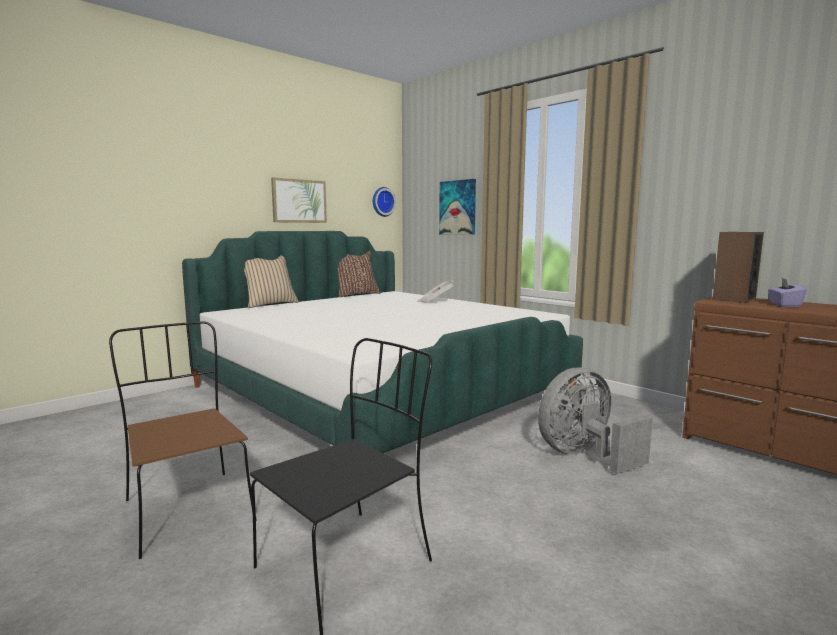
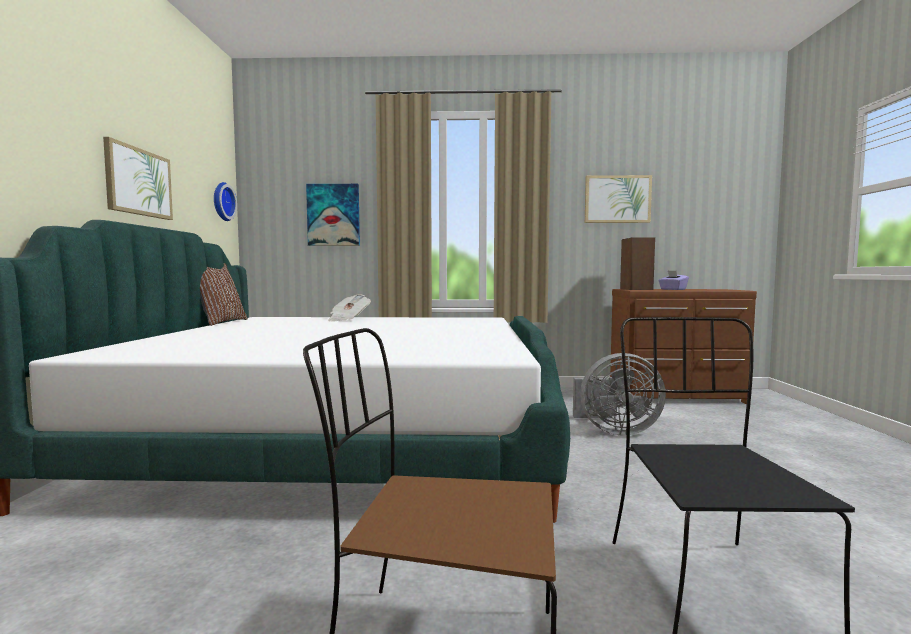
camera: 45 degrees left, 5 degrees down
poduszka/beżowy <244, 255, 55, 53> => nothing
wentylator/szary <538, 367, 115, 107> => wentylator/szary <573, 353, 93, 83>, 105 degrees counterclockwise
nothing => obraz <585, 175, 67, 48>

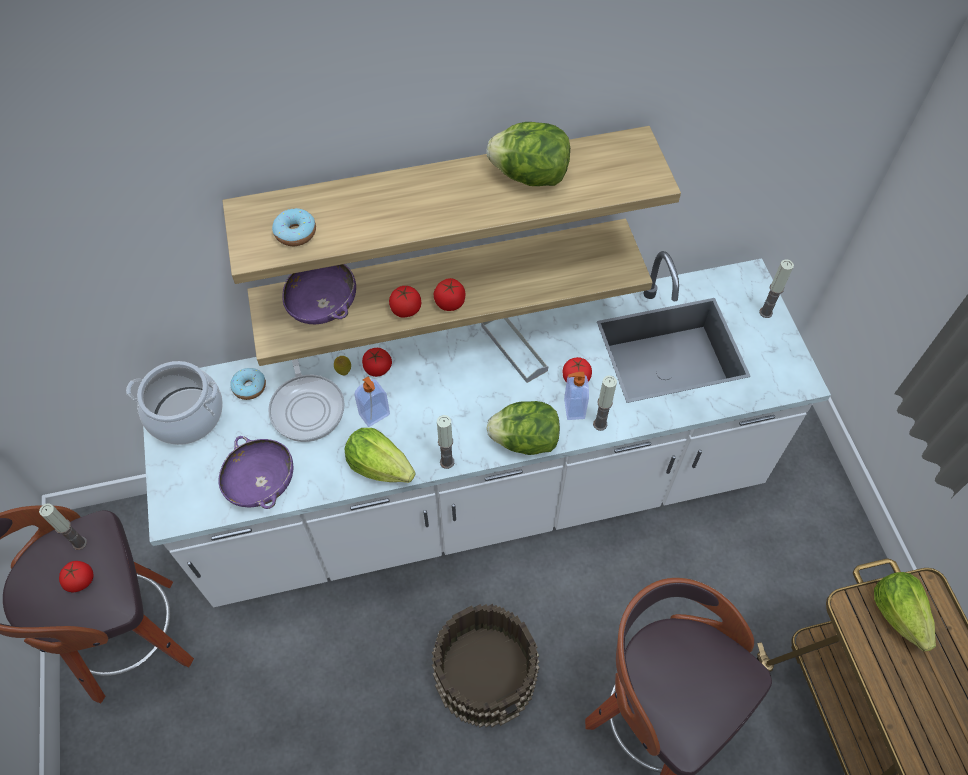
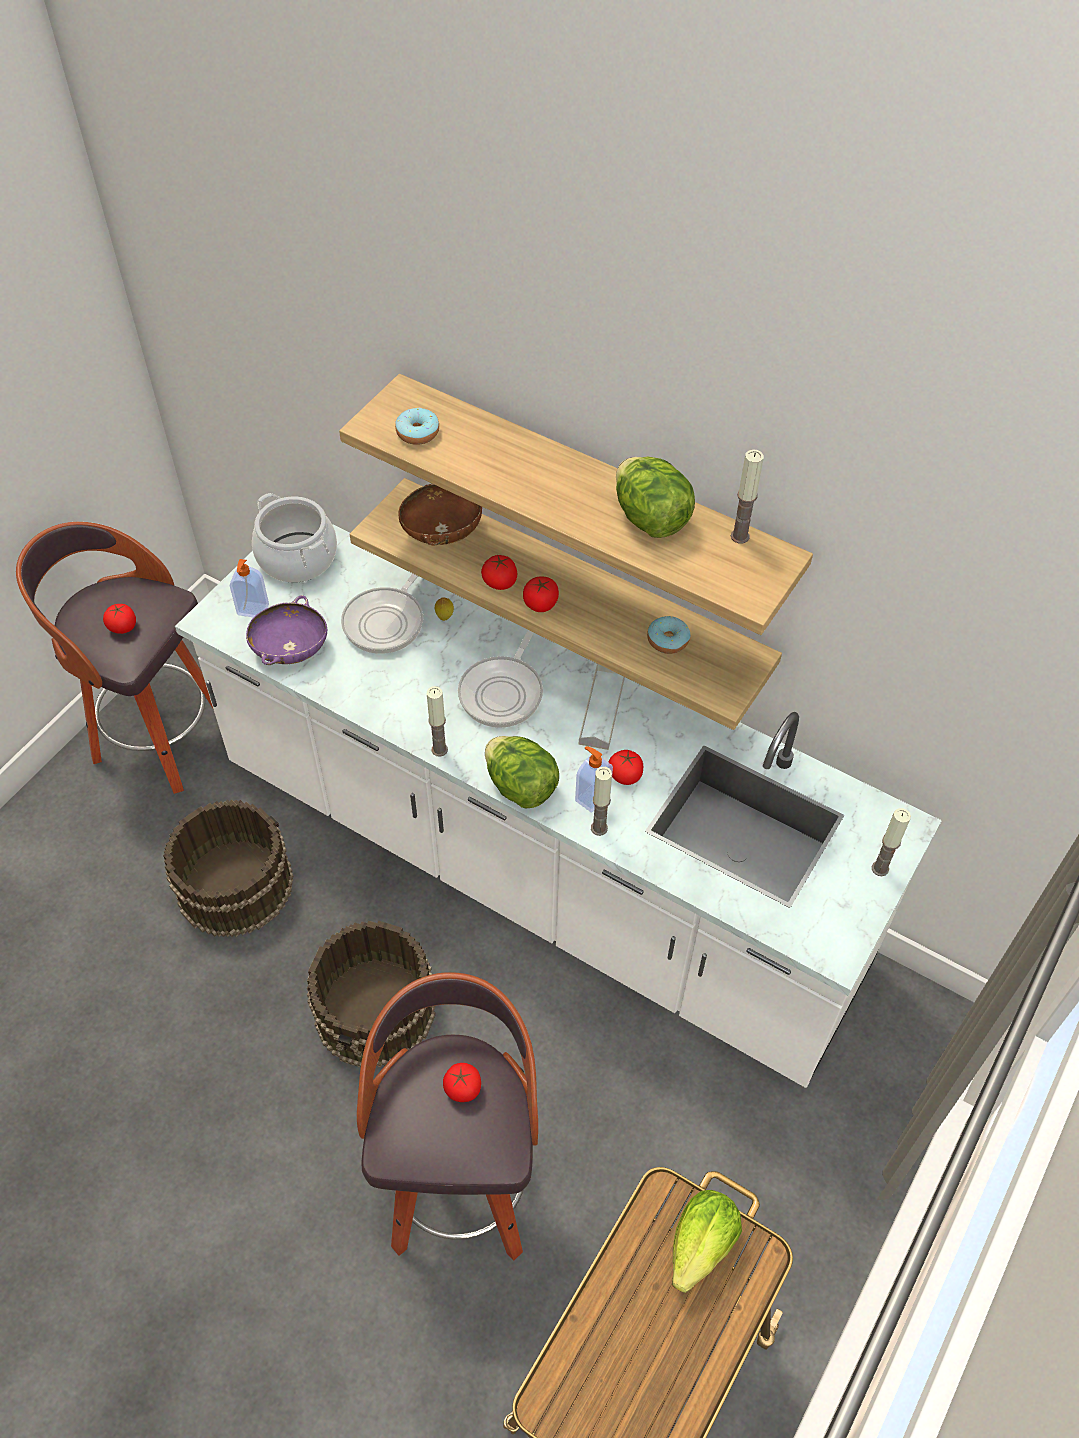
camera: 45 degrees right, 5 degrees down
świeca <39, 503, 48, 47> => świeca <731, 449, 33, 94>, move
donut <230, 368, 36, 32> => donut <647, 616, 44, 38>, move
miska/fioletowy <282, 264, 74, 60> => miska/brązowy <398, 484, 84, 62>
sałata <345, 428, 71, 55> => nothing
dozownik mydła <354, 376, 36, 51> => dozownik mydła <230, 559, 39, 58>, move
pomidor <362, 348, 30, 29> => pomidor <443, 1063, 38, 39>, move
nothing => wiadro/brązowy <163, 800, 131, 137>
nothing => patelnia <458, 630, 85, 98>

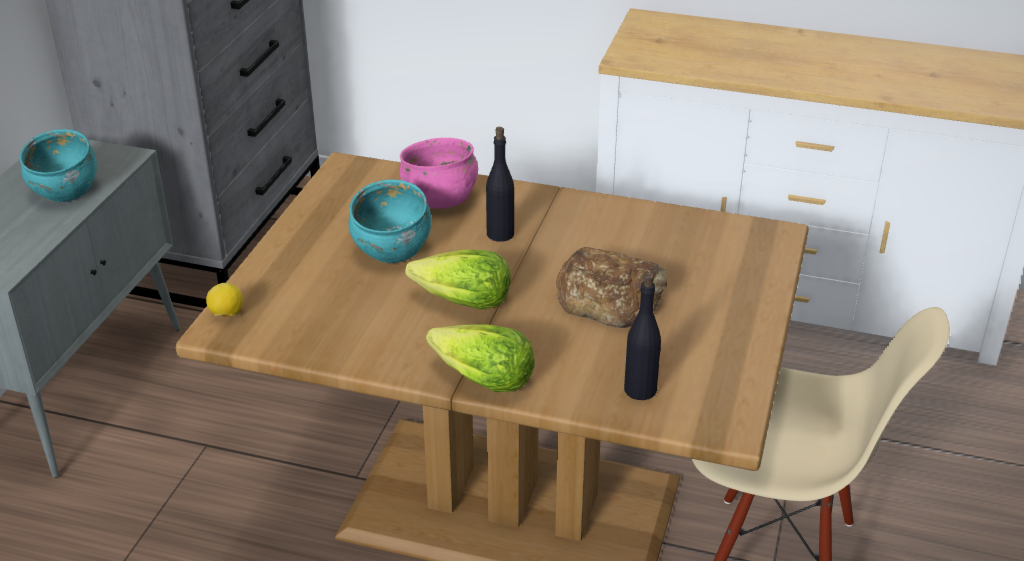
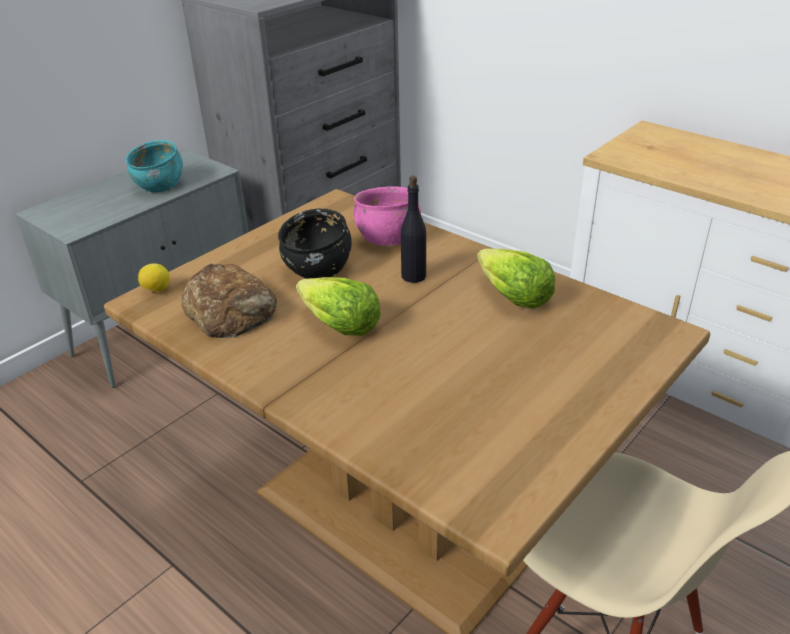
camera: 25 degrees right, 0 degrees up
miska/turkusowy <348, 179, 83, 84> => miska/czarny <278, 208, 74, 71>
sałata <426, 325, 109, 67> => sałata <477, 248, 78, 61>, move
chleb <556, 247, 111, 81> => chleb <181, 264, 96, 74>, move
butelka/czarny <624, 272, 37, 128> => nothing

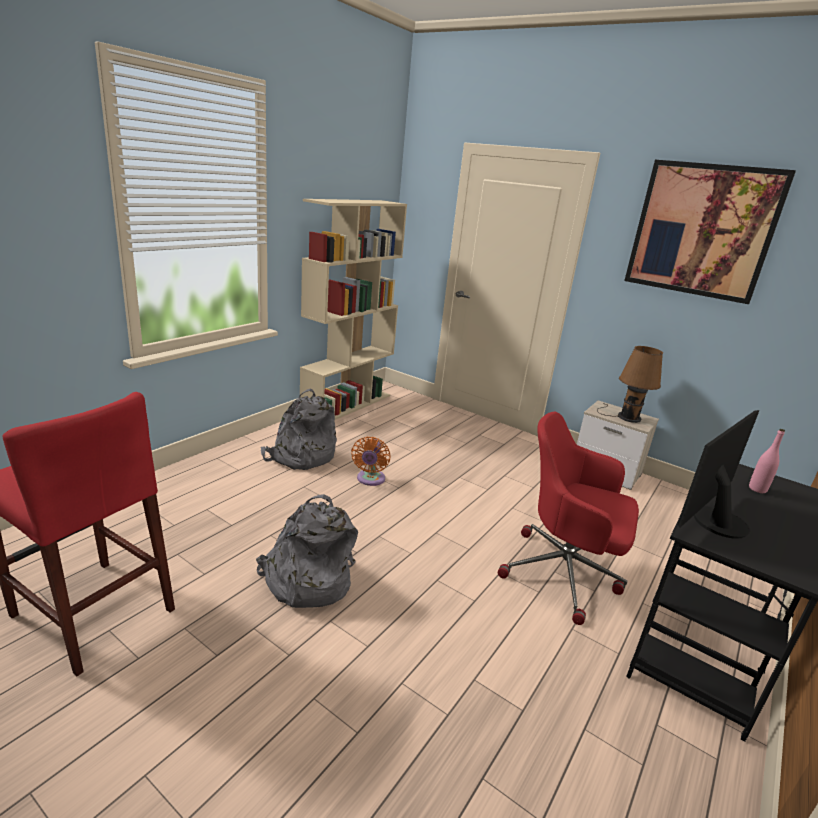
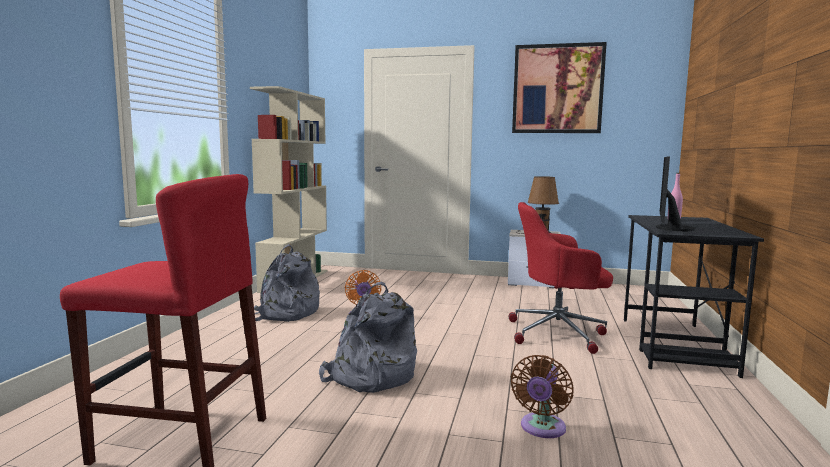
camera: 20 degrees left, 15 degrees down
nothing => wentylator/brązowy <511, 355, 63, 83>

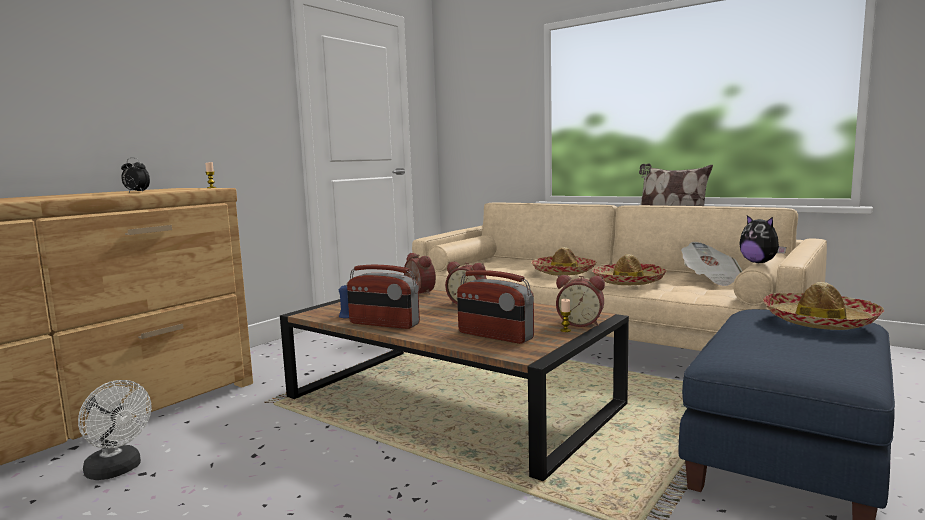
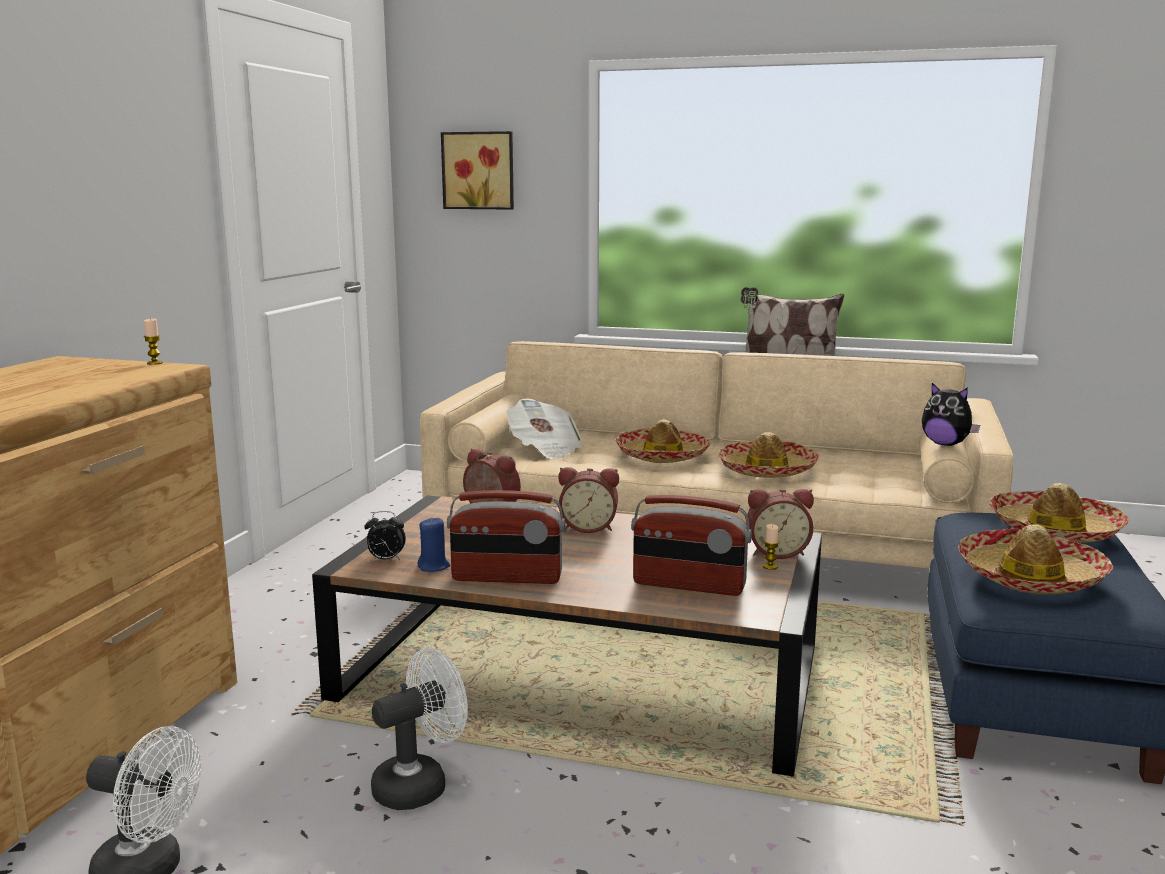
camera: 20 degrees left, 5 degrees up
budzik <121, 158, 29, 34> => budzik <364, 511, 42, 50>, move
gazeta <681, 242, 61, 44> => gazeta <506, 399, 77, 61>, move
nothing => wentylator/biały <371, 648, 97, 162>
nothing => obraz <441, 131, 73, 79>
nothing => kapelusz <958, 524, 155, 70>

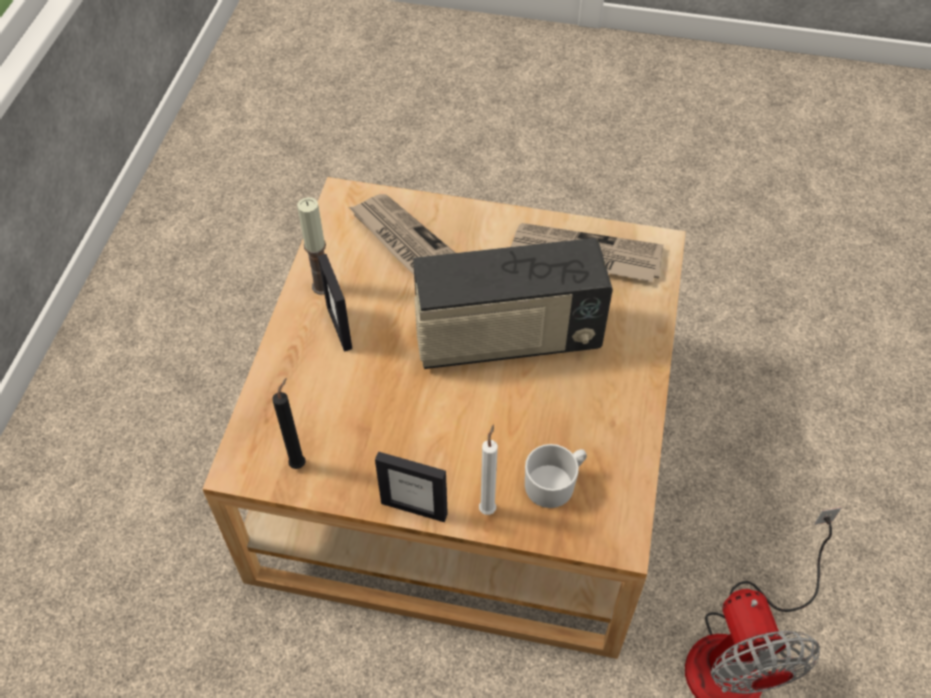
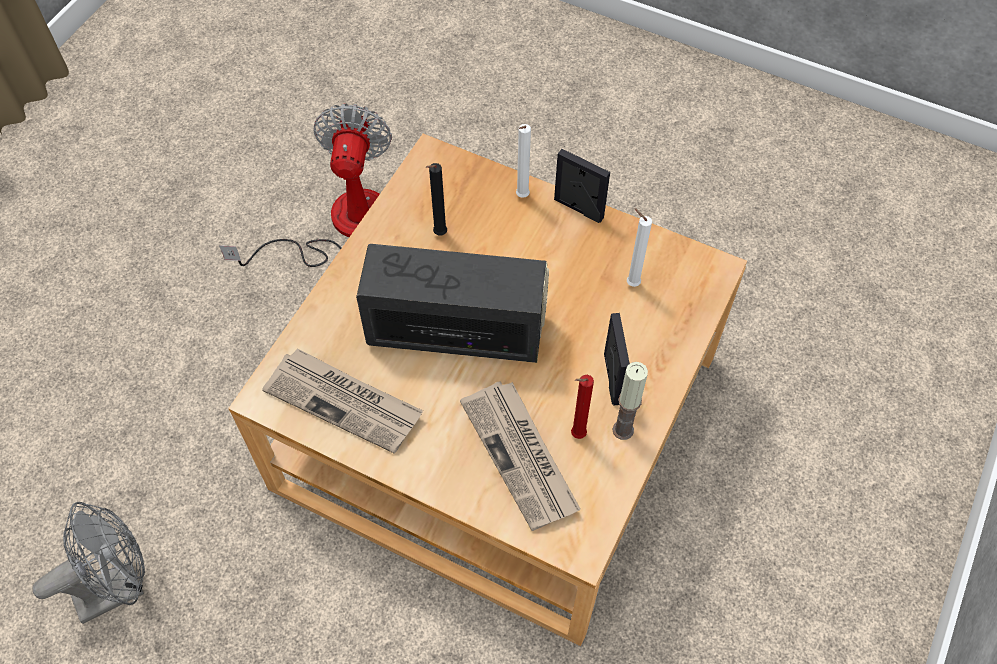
camera: 165 degrees left, 5 degrees up
świeca/czarny <272, 378, 34, 91> => świeca/czarny <425, 163, 22, 73>, move
kubek/biały <525, 444, 62, 64> => nothing
nothing => wentylator/szary <32, 502, 113, 122>
nothing => świeca/czerwony <571, 375, 23, 64>
nothing => świeca/biały <626, 208, 26, 79>

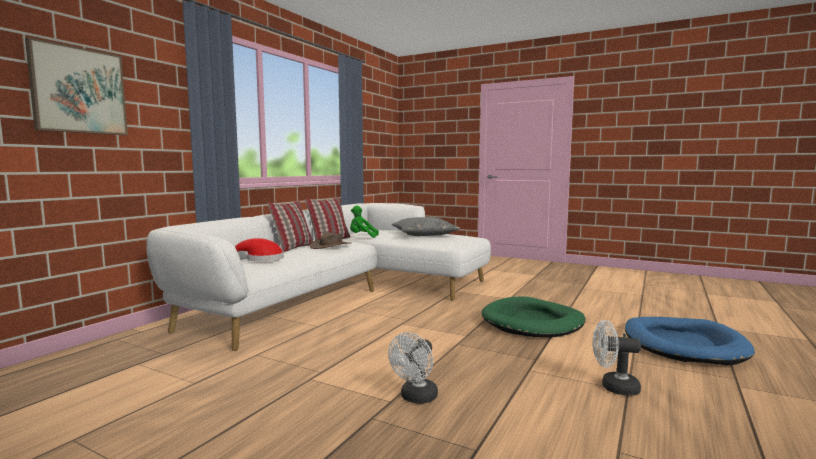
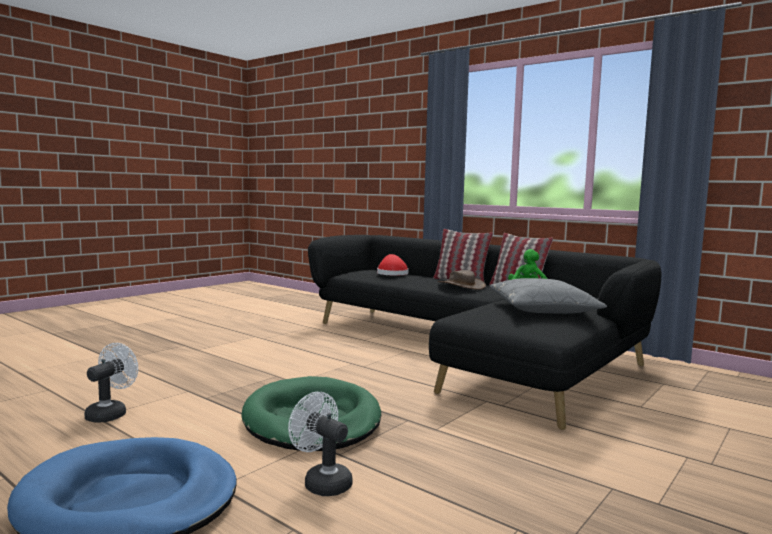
camera: 100 degrees right, 0 degrees up
obraz <25, 37, 103, 98> => nothing
kanapa/biały <147, 203, 344, 148> => kanapa/czarny <308, 235, 354, 195>
wentylator/biały <388, 332, 50, 72> => wentylator/biały <288, 392, 65, 104>, move

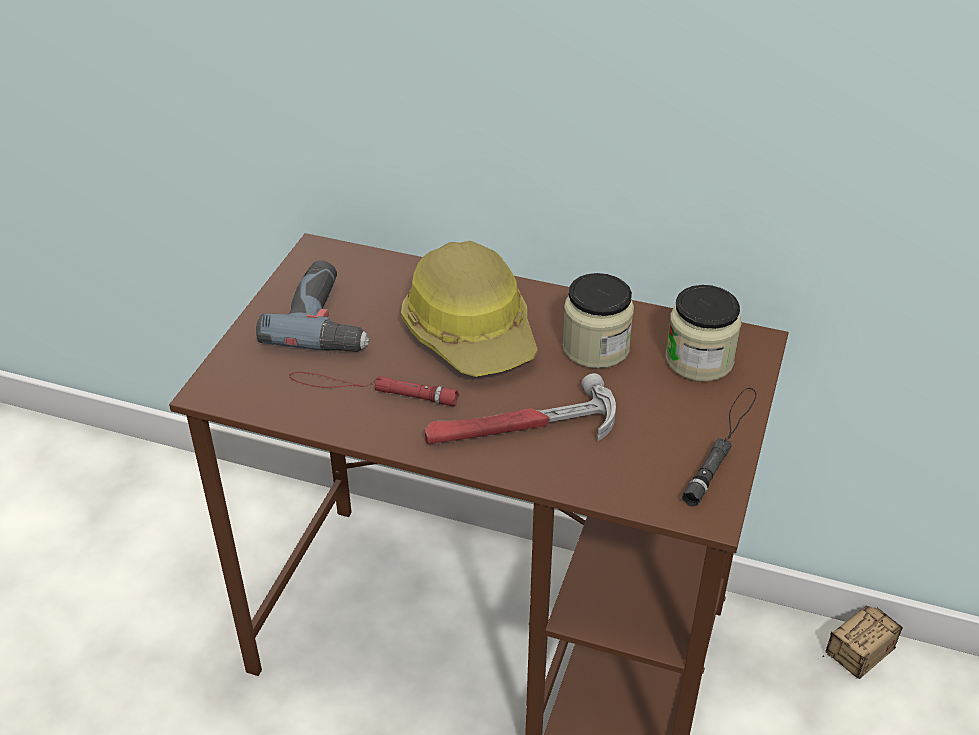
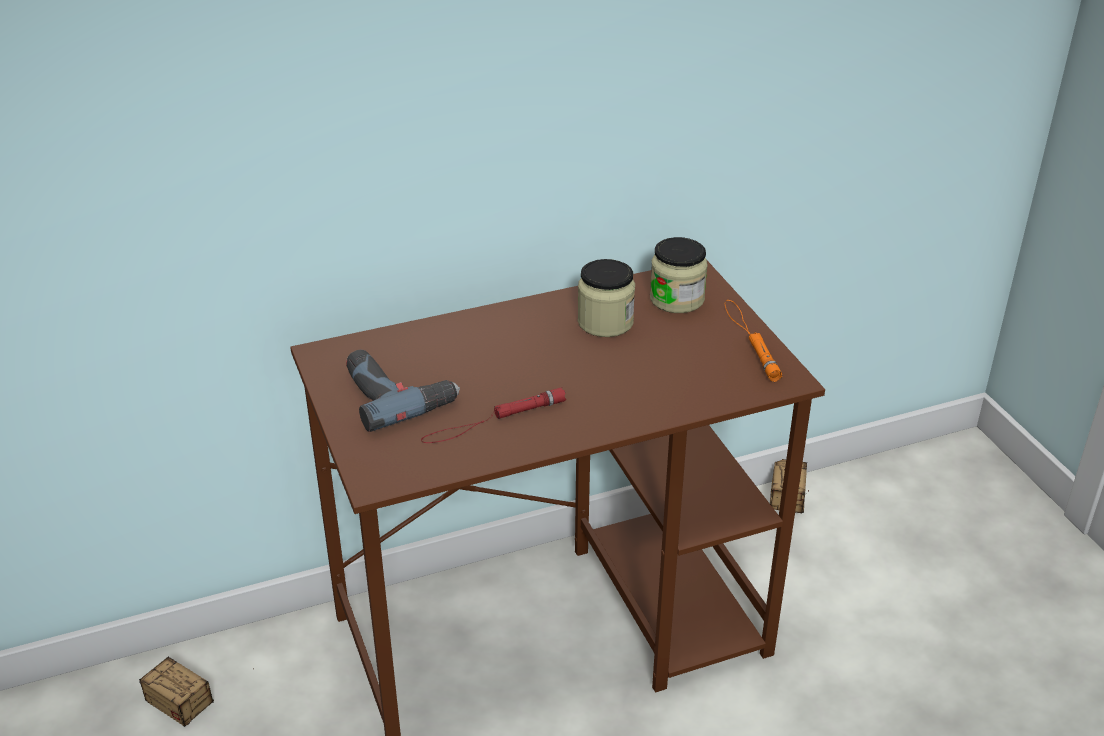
camera: 40 degrees left, 5 degrees down
kask <401, 241, 137, 136> => nothing
młotek <425, 373, 191, 71> => nothing
latarka/czarny <682, 388, 74, 119> => latarka/pomarańczowy <725, 300, 57, 82>
nothing => pojemnik do przechowywania <139, 656, 117, 71>

